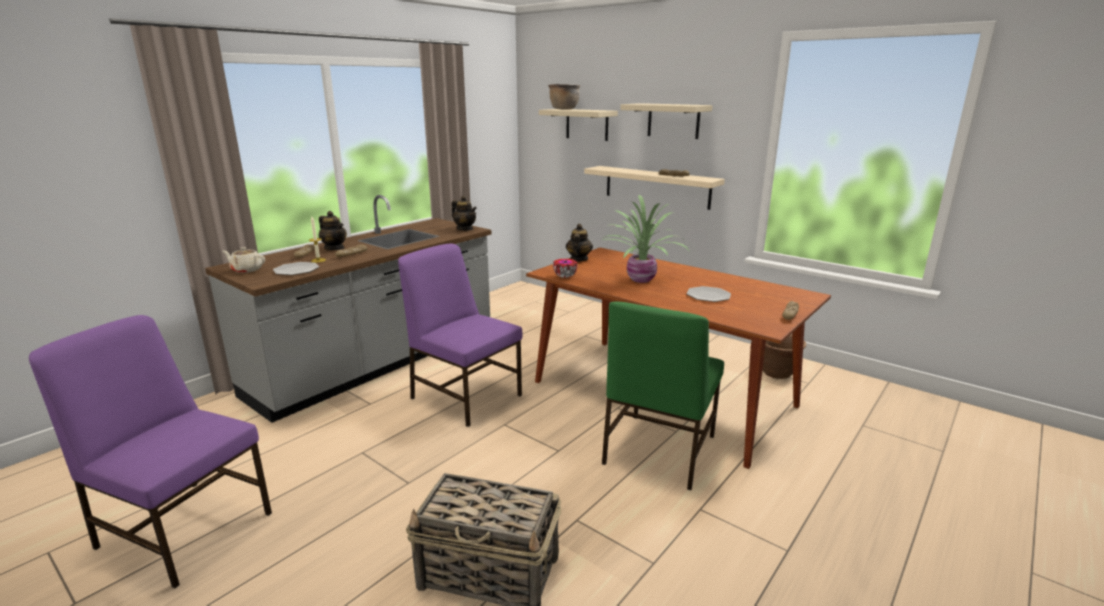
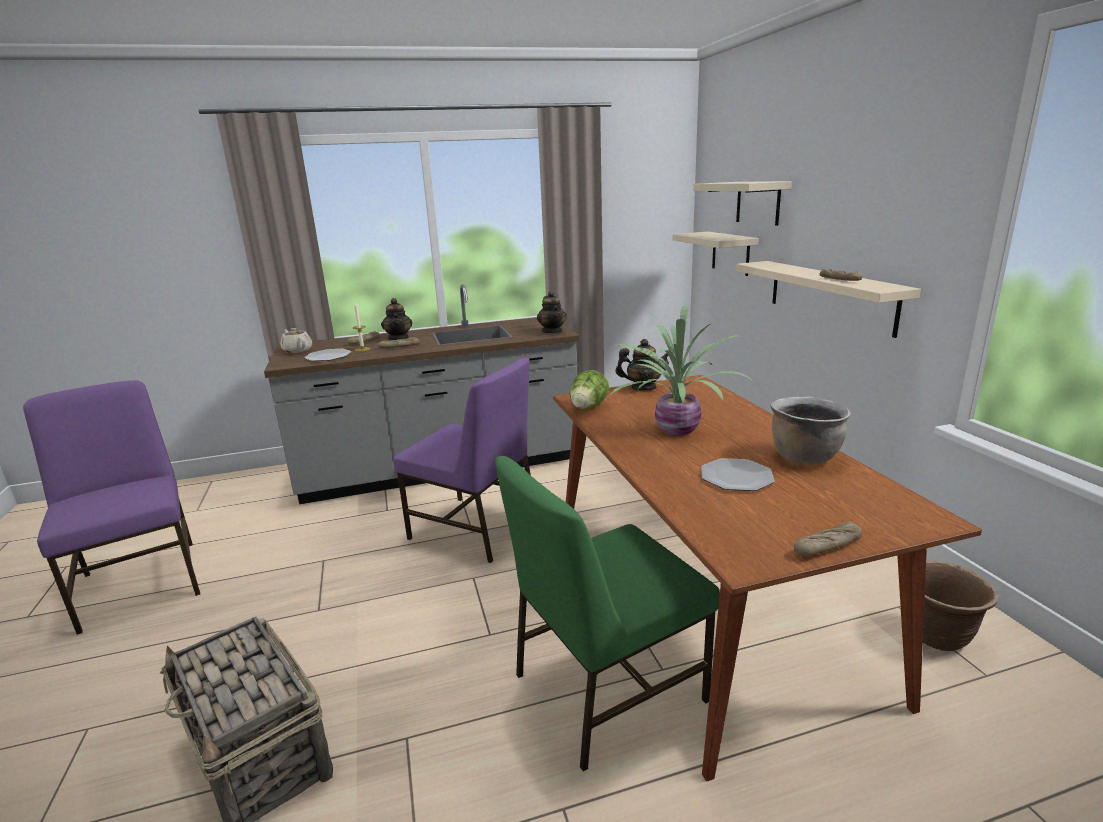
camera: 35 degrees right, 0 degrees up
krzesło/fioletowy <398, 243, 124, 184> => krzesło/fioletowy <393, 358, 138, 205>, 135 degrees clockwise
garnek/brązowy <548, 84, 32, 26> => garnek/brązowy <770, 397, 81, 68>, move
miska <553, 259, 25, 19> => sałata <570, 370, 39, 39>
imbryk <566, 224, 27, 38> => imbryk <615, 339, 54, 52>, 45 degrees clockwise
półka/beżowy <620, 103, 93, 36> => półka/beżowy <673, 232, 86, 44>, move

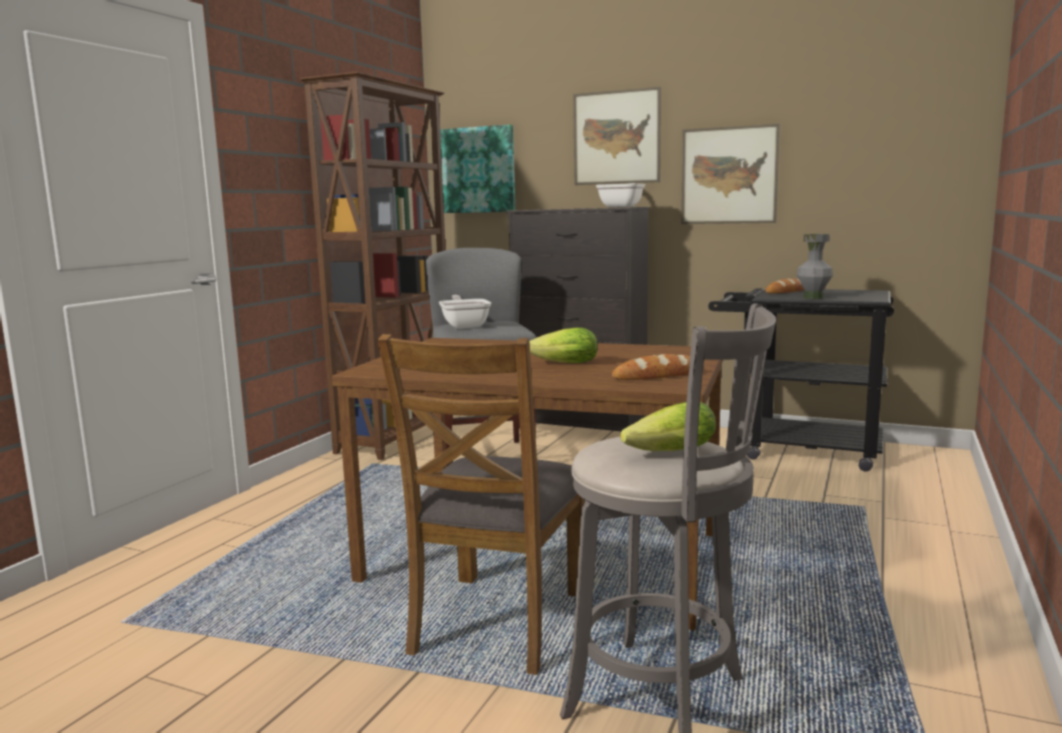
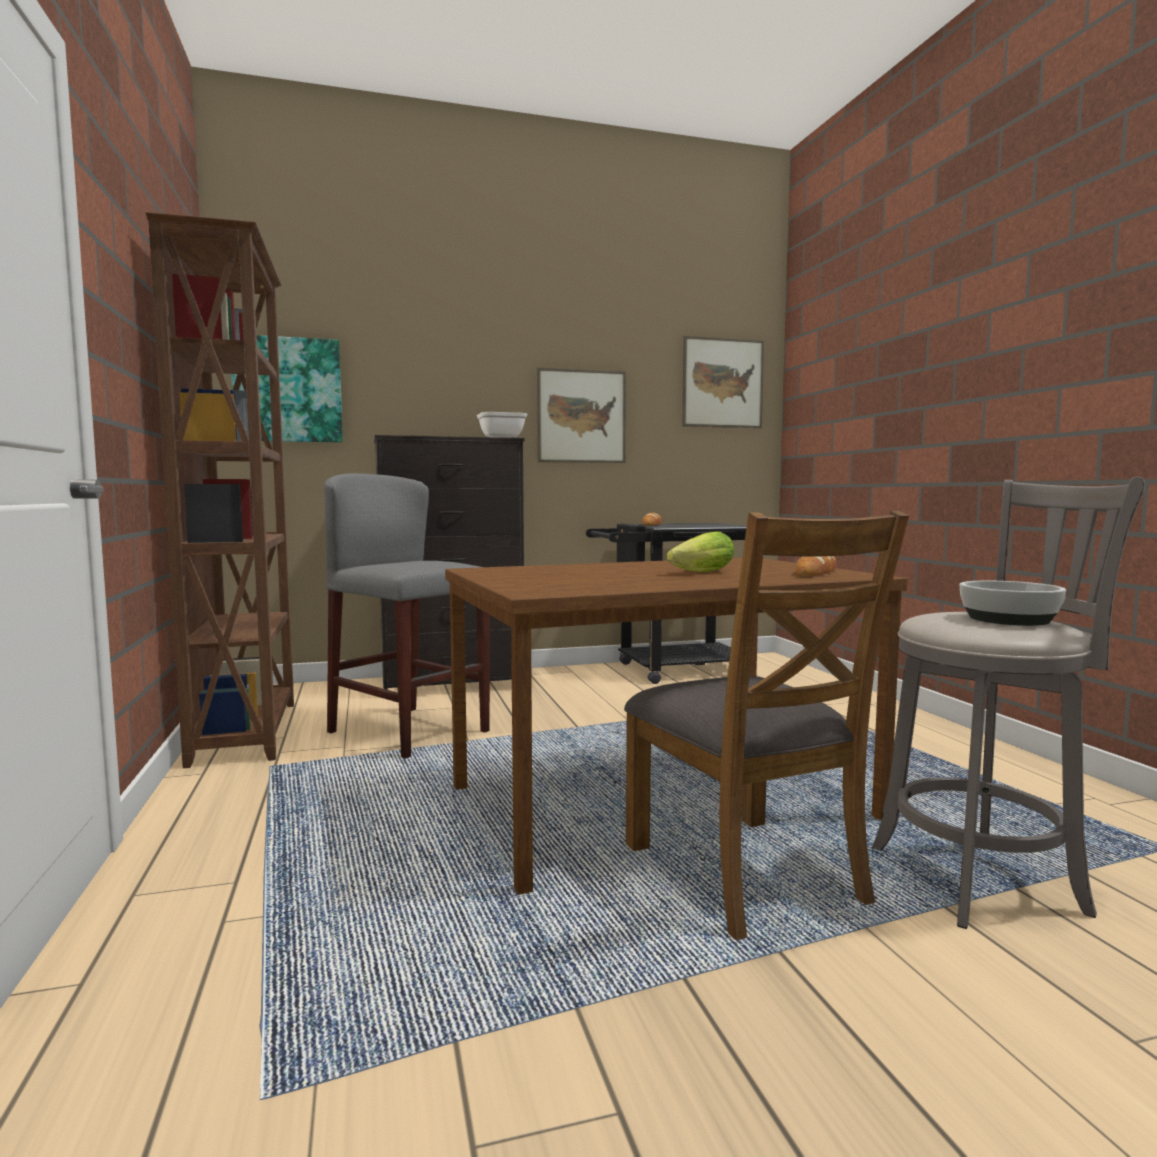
camera: 40 degrees left, 5 degrees down
patelnia <439, 295, 52, 34> => nothing
obraz <573, 87, 88, 98> => obraz <682, 336, 82, 92>, move
sałata <620, 402, 96, 49> => miska <960, 581, 106, 45>
wazon/szary <797, 234, 36, 65> => nothing

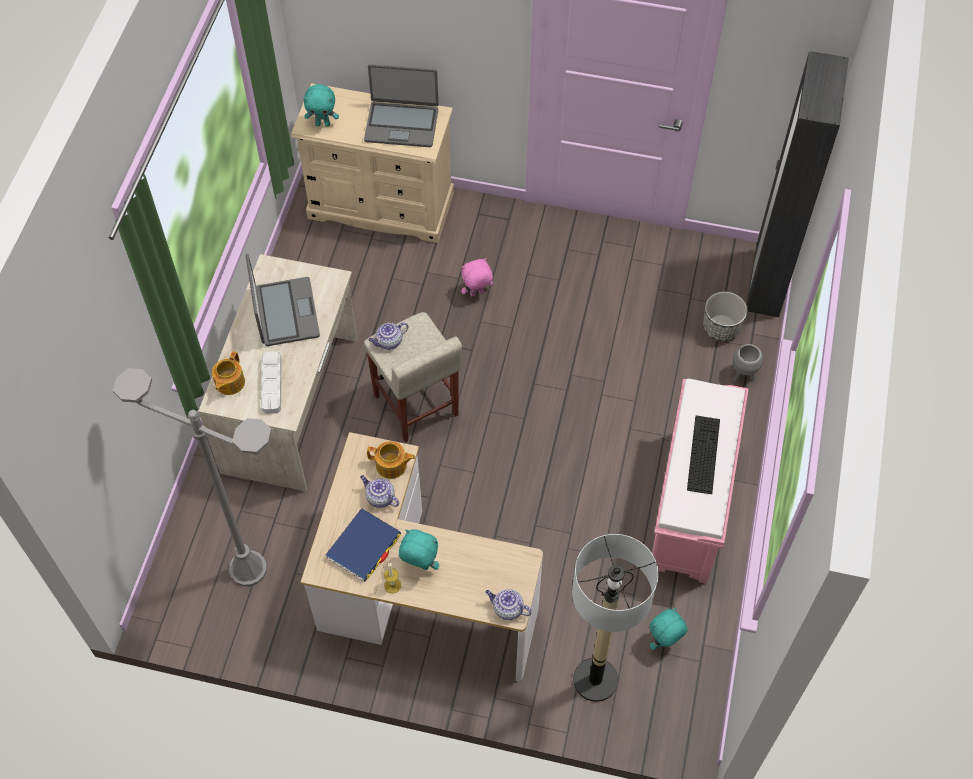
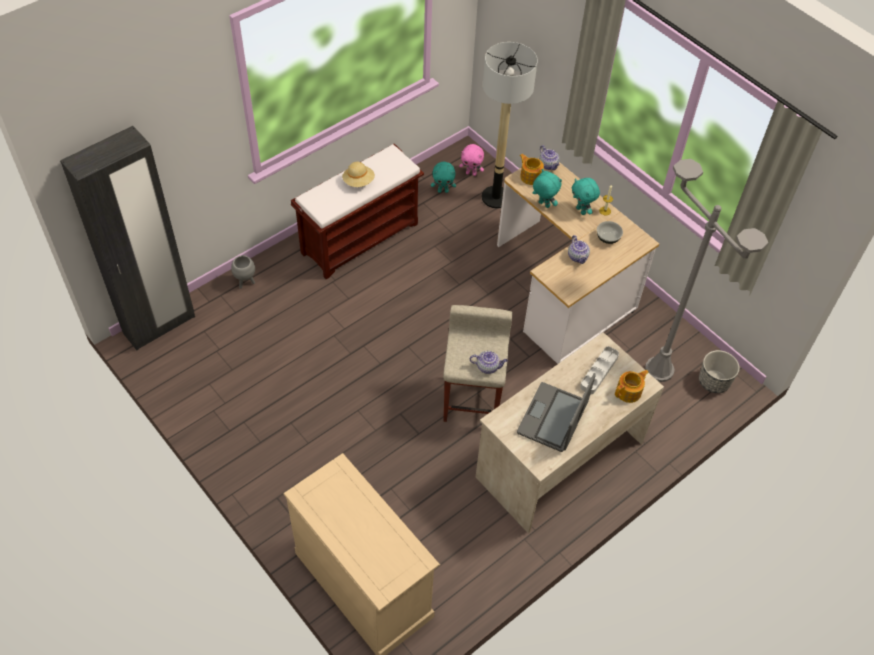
camera: 145 degrees left, 5 degrees down
pluszak/turkusowy <303, 84, 36, 42> => pluszak/turkusowy <533, 169, 29, 39>, move
książka/niebieski <325, 508, 76, 74> => miska <597, 221, 26, 23>
laptop <364, 64, 75, 83> => nothing
imbryk <367, 441, 48, 38> => imbryk <520, 154, 24, 31>, move
pluszak/różowy <461, 258, 32, 38> => pluszak/różowy <459, 144, 25, 32>, move
ławka/różowy <652, 379, 97, 205> => ławka/brązowy <291, 144, 133, 135>
klawiatura <687, 415, 33, 79> => kapelusz/beżowy <342, 162, 33, 25>
donica <703, 292, 44, 50> => donica <699, 350, 41, 43>, move

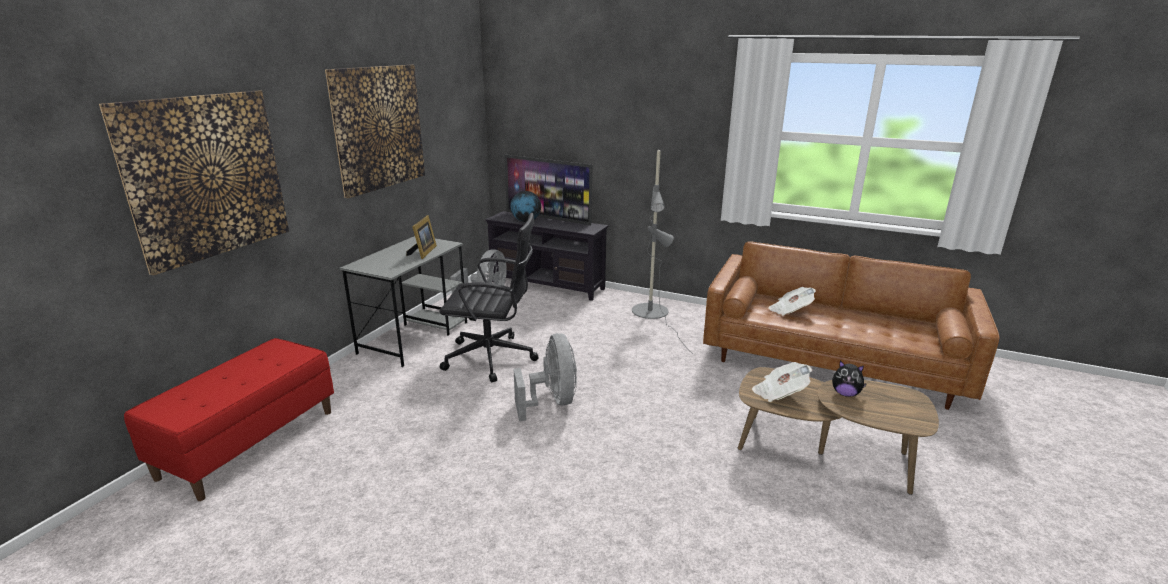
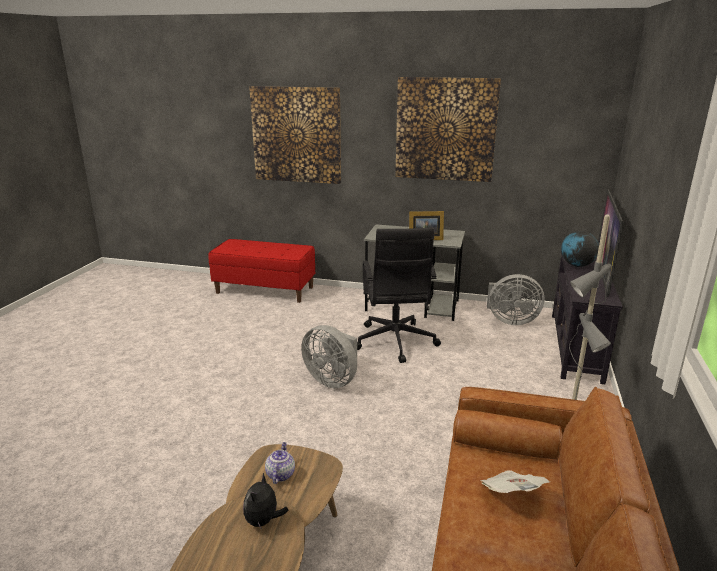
camera: 80 degrees right, 0 degrees up
wentylator/szary <514, 333, 63, 88> => wentylator/szary <301, 325, 56, 63>, 60 degrees clockwise
gazeta <752, 362, 60, 40> => imbryk <265, 442, 30, 42>

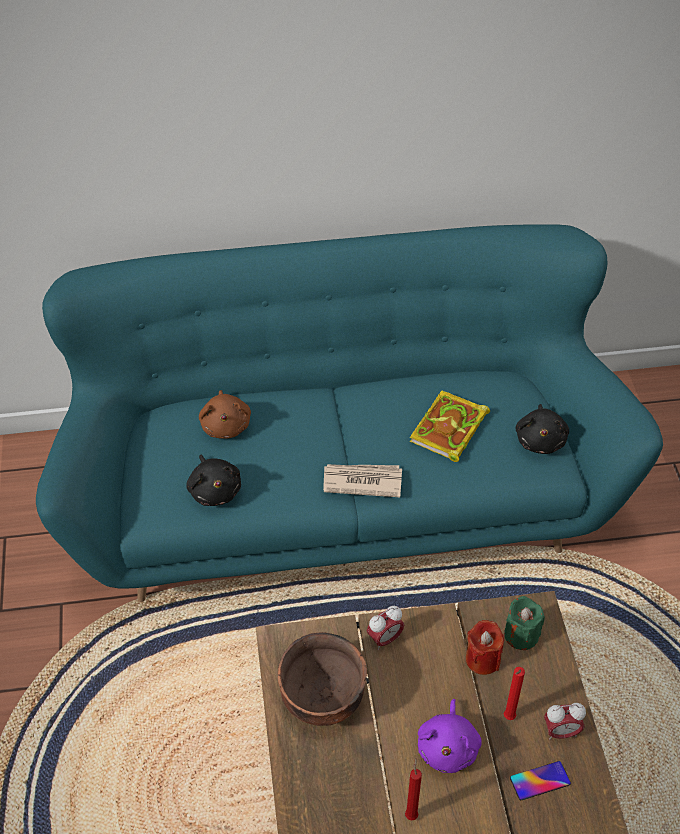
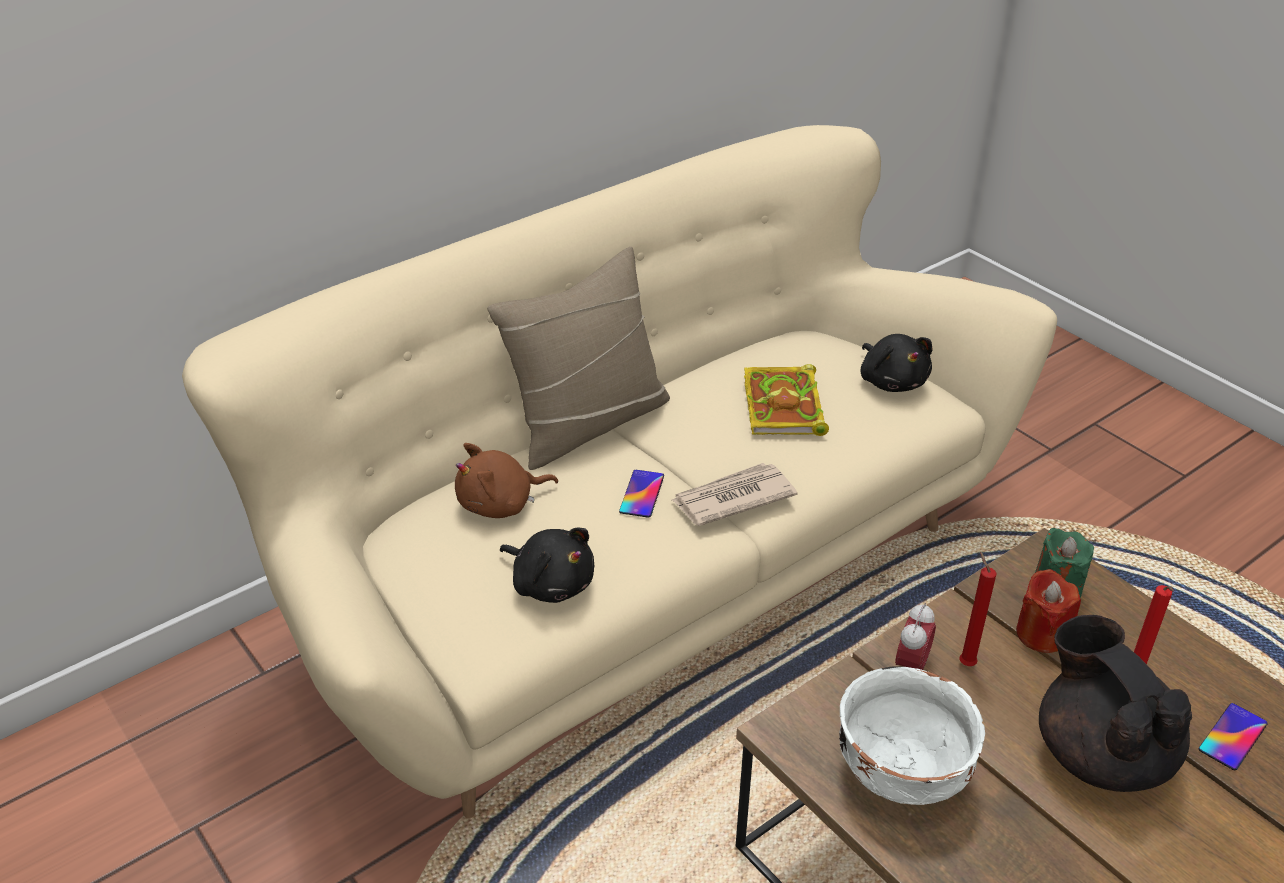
camera: 30 degrees left, 10 degrees down
kanapa/turkusowy <36, 224, 627, 378> => kanapa/beżowy <182, 125, 875, 693>
pluszak/brązowy <199, 390, 52, 49> => pluszak/brązowy <455, 443, 103, 75>, 105 degrees clockwise
miska/brązowy <278, 632, 89, 94> => miska/biały <839, 666, 146, 139>
świeca/czerwony <405, 758, 17, 63> => świeca/czerwony <959, 552, 38, 114>, move
pluszak/fioletowy <418, 699, 64, 74> => imbryk/czarny <1039, 615, 153, 177>
budzik <544, 703, 42, 37> => nothing
nothing => poduszka/beżowy <487, 247, 183, 223>
nothing => telefon <619, 470, 45, 48>

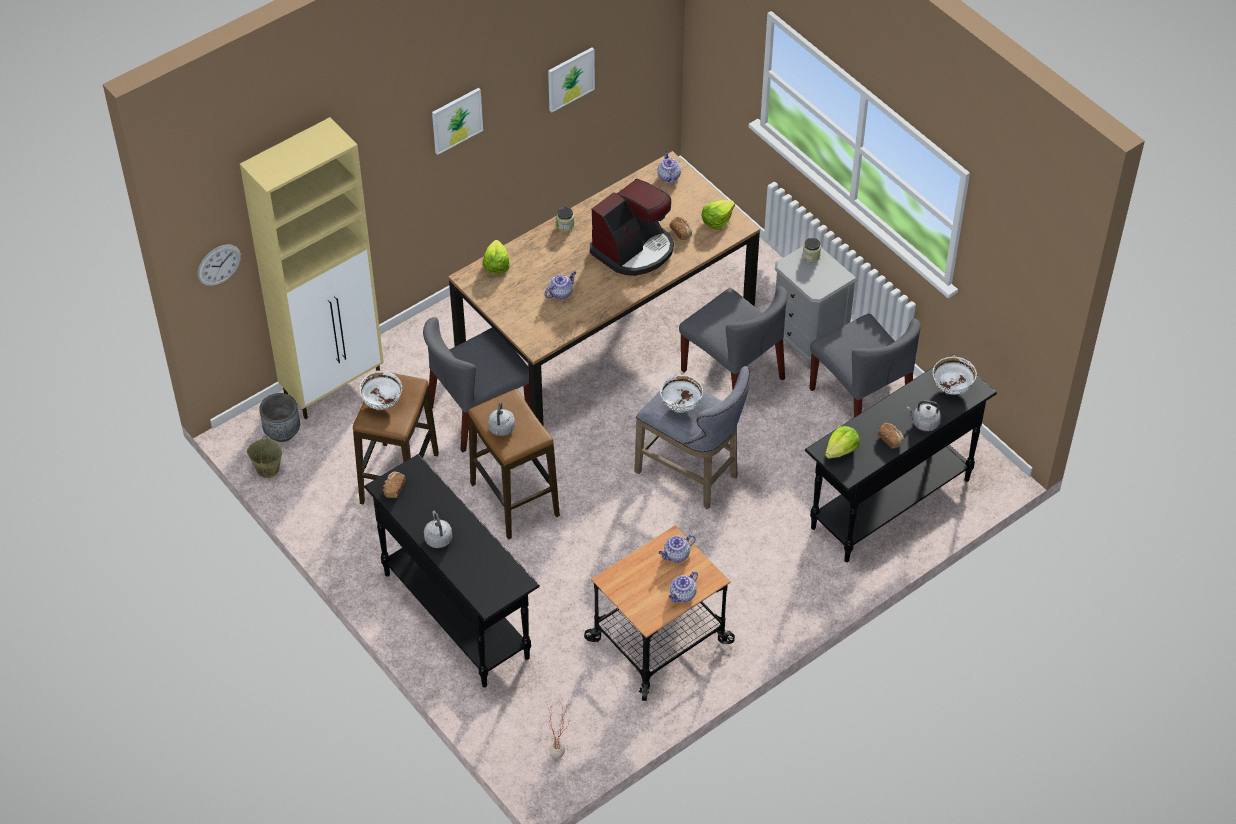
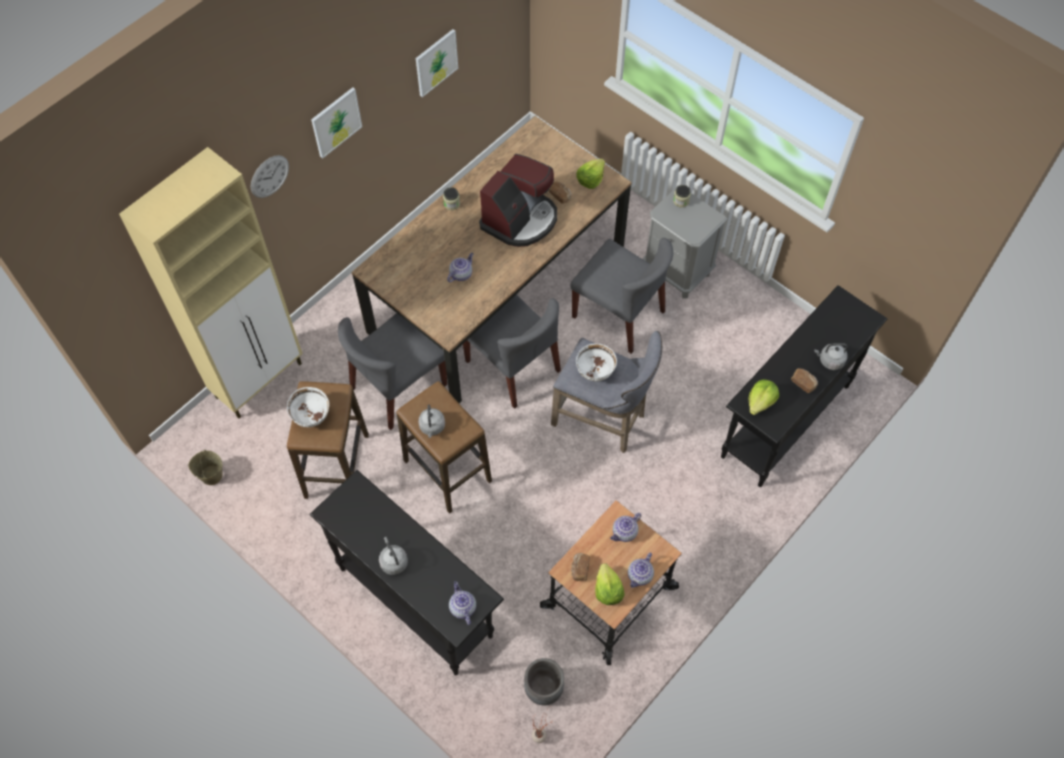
camera: 10 degrees left, 10 degrees up
zegar ścienny <197, 245, 44, 41> => zegar ścienny <251, 155, 38, 43>, move
donica/szary <259, 393, 41, 49> => donica/szary <524, 658, 40, 47>, move
chleb <383, 472, 23, 26> => chleb <571, 553, 19, 28>, move
sałata <483, 240, 27, 34> => sałata <595, 563, 29, 42>, move
imbryk <657, 152, 24, 33> => imbryk <449, 581, 27, 44>, move
krzesło/szary <809, 313, 112, 104> => krzesło/szary <463, 294, 98, 115>, move
miska/biały <933, 357, 44, 38> => nothing

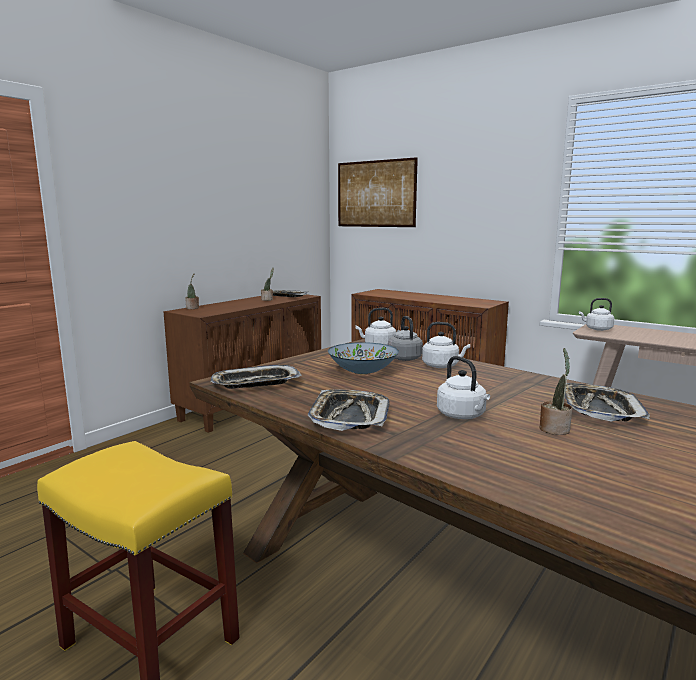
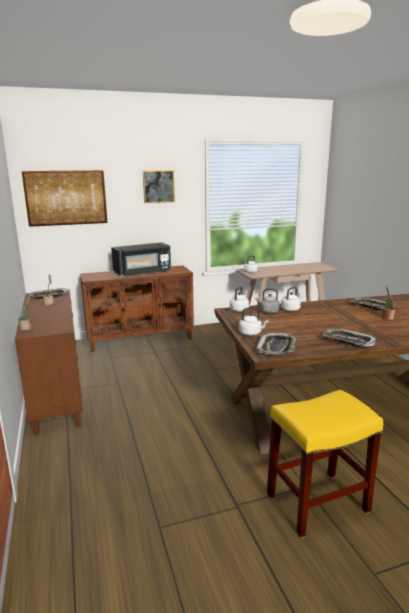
camera: 55 degrees left, 5 degrees up
miska <328, 342, 71, 32> => nothing
czajnik/biały <437, 356, 53, 63> => czajnik/biały <239, 308, 29, 28>, move
nothing => mikrofalówka/czarny <111, 242, 60, 35>
nothing => obraz <143, 170, 32, 33>

